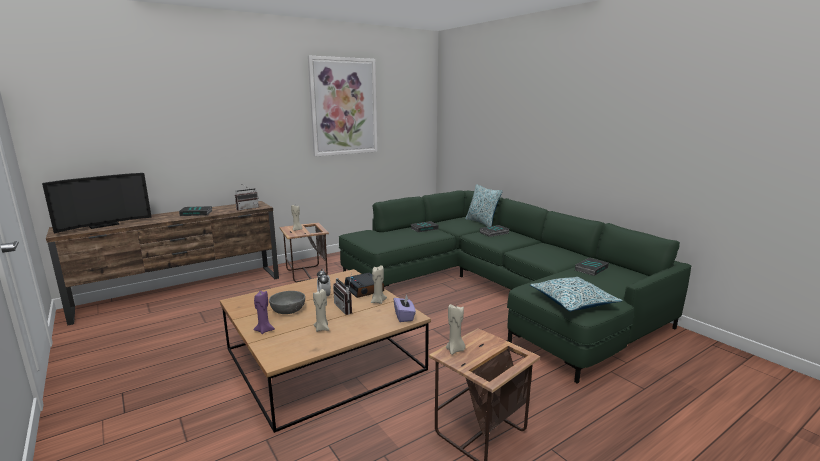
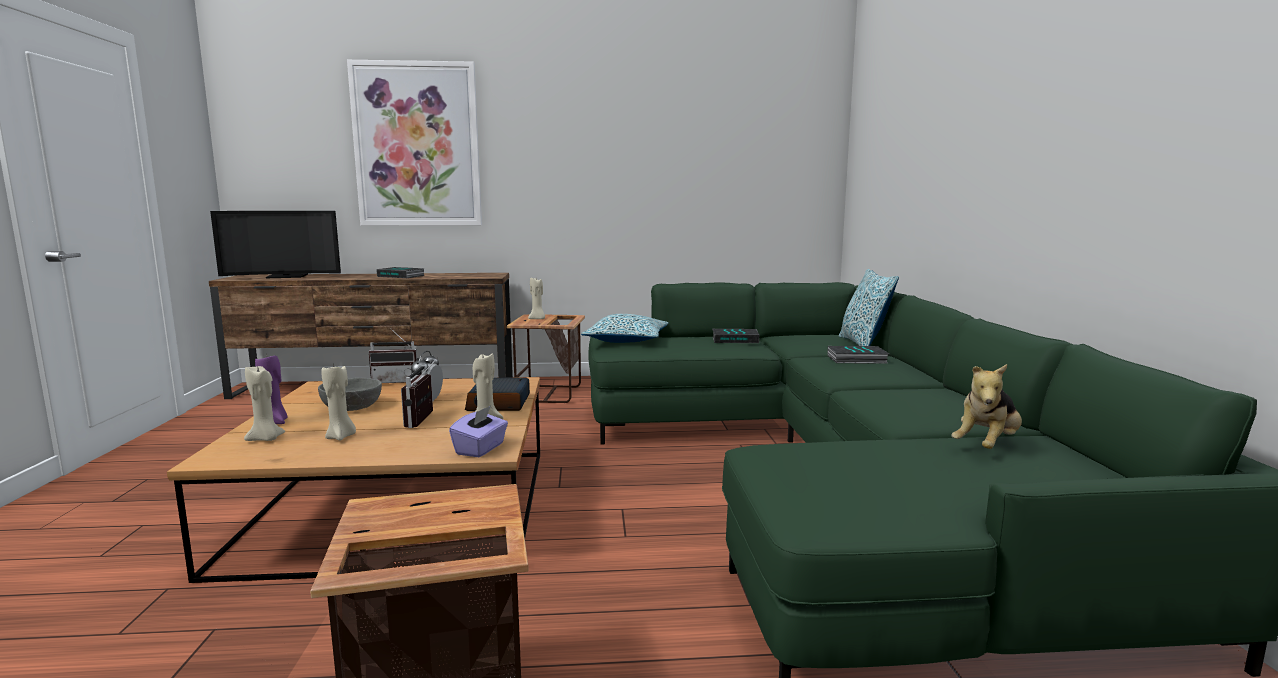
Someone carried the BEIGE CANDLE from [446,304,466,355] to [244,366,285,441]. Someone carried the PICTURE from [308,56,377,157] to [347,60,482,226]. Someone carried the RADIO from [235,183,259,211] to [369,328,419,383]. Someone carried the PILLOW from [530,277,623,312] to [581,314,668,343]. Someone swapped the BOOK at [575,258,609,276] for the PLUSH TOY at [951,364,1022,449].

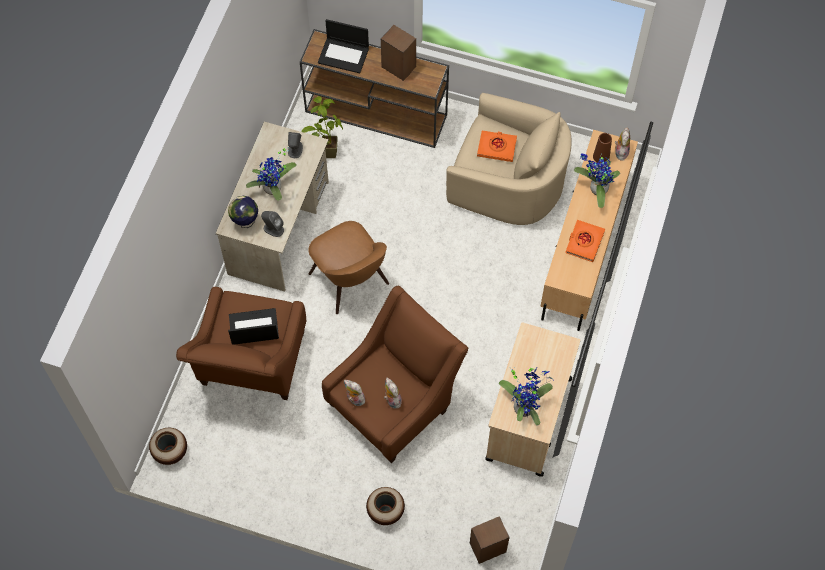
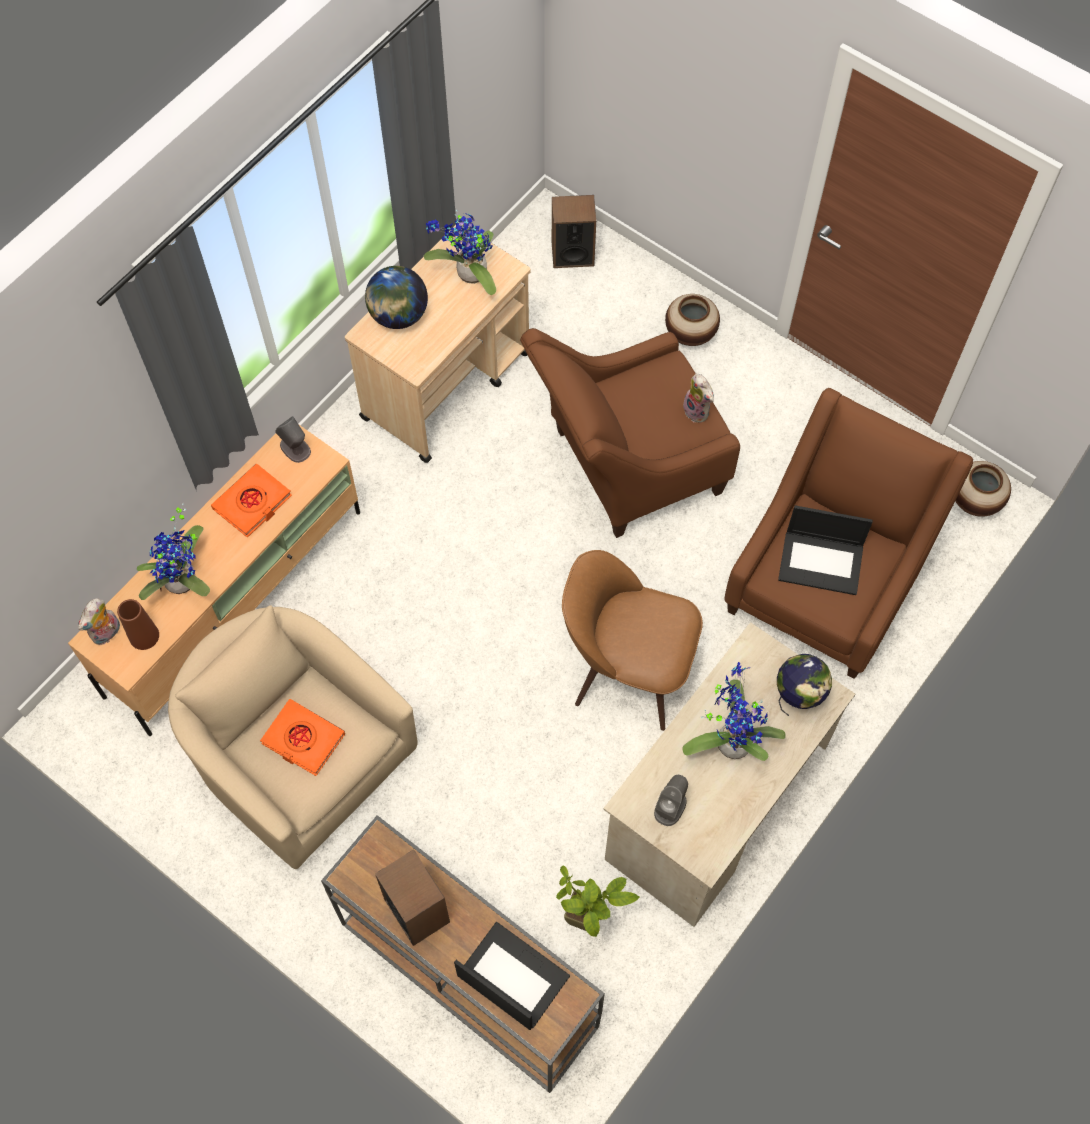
Someone carried the GREY SPEAKER from [261,211,284,237] to [275,416,311,463]. Someone put down the GLOBE at [365,266,428,329]. Someone rotated the BROWN CHAIR at [308,221,389,314] by 60 degrees counterclockwise. Someone took away the PLUSH TOY at [384,378,402,409].

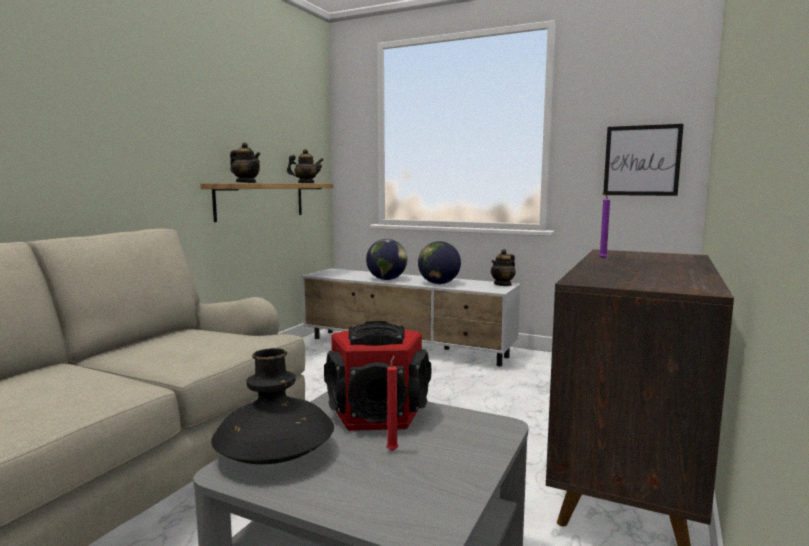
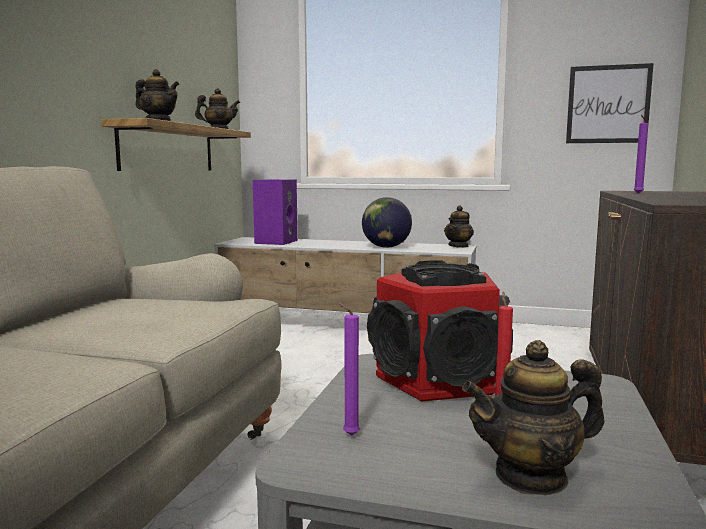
Someone put down the PURPLE SPEAKER at [253,179,298,245]. Someone swapped the BLACK VASE at [211,348,334,464] for the PURPLE CANDLE at [337,302,360,436]. Someone put down the TEAPOT at [462,340,604,495]. Someone took away the GLOBE at [366,239,407,280].

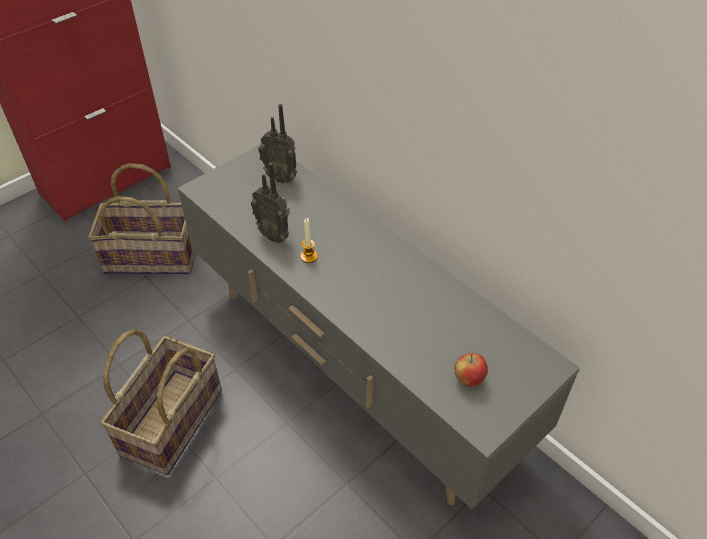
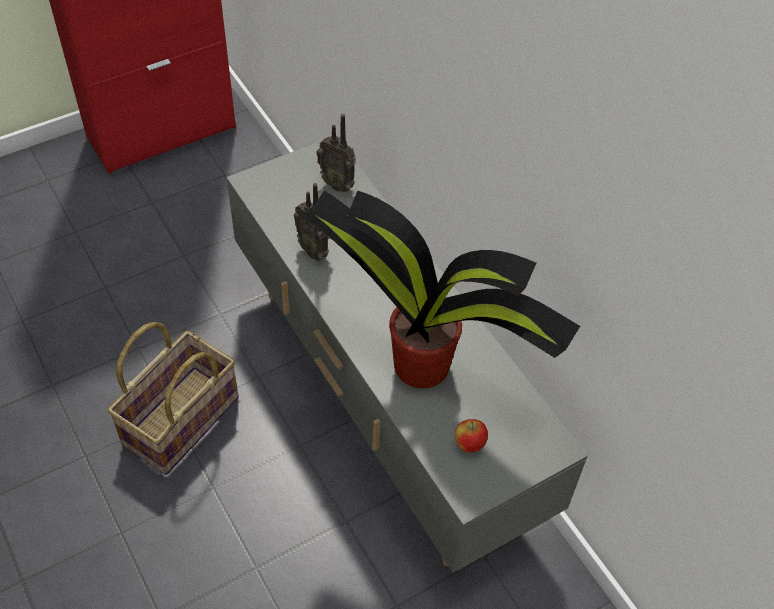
Someone put down the POTTED PLANT at [297,190,580,389]. Someone took away the BASKET at [88,163,195,274]. Someone took away the CANDLE at [300,218,318,263].

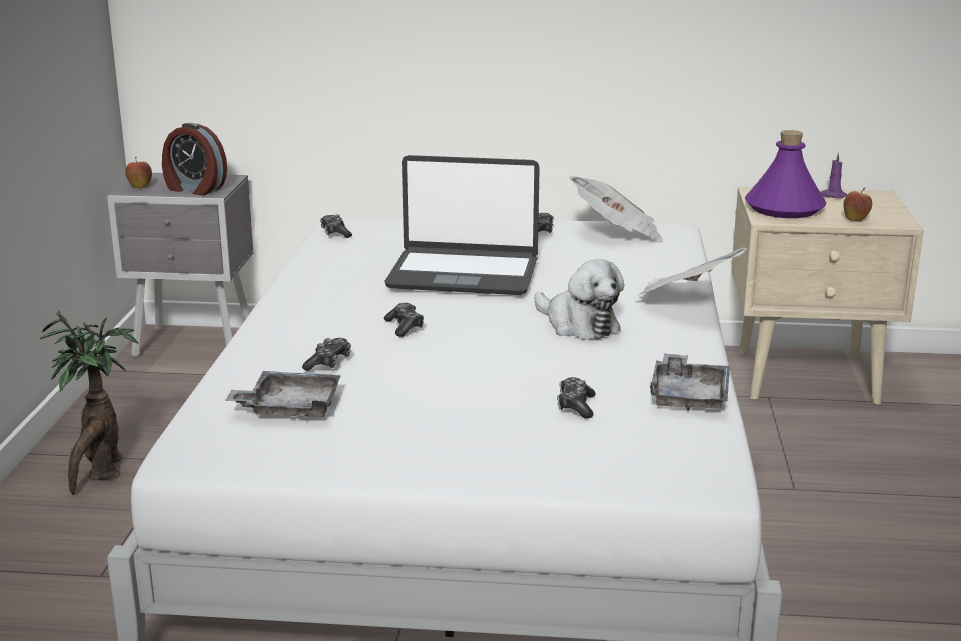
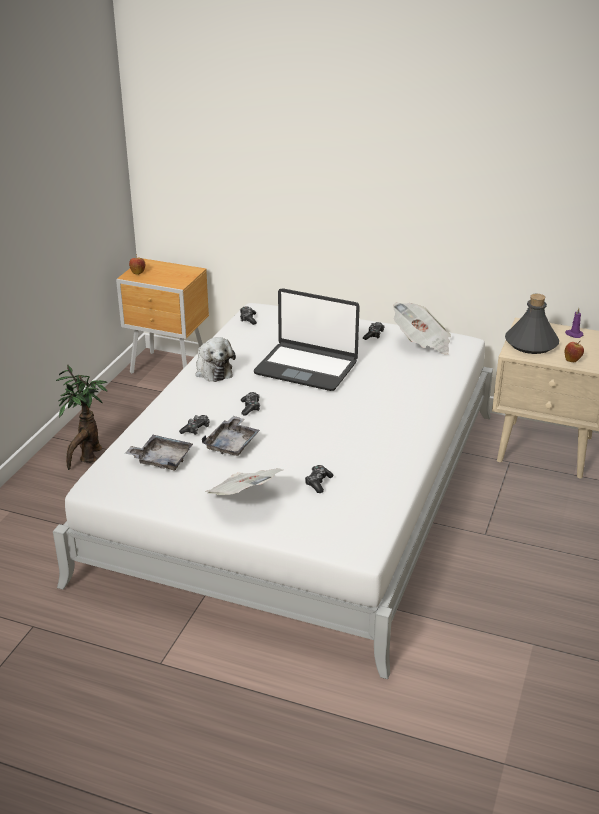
Someone repainted the GREY NIGHTSTAND at [107,173,254,357], which became the BROWN NIGHTSTAND at [116,258,209,374]. Someone carried the PLUSH TOY from [534,259,624,340] to [195,337,236,382]. Someone carried the GREY TRAY from [650,353,730,411] to [202,416,260,456]. Someone carried the NEWSPAPER from [637,246,747,296] to [205,468,284,495]. Someone repainted the PURPLE BOTTLE at [745,130,827,218], which became the GREY BOTTLE at [505,294,559,354]. Someone took away the ALARM CLOCK at [162,123,227,195].

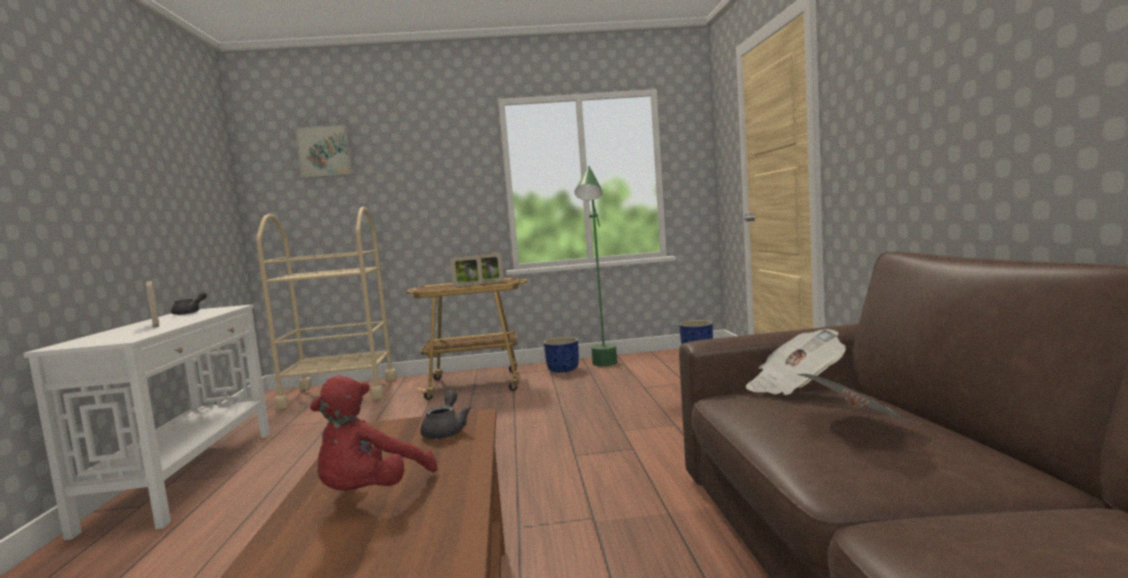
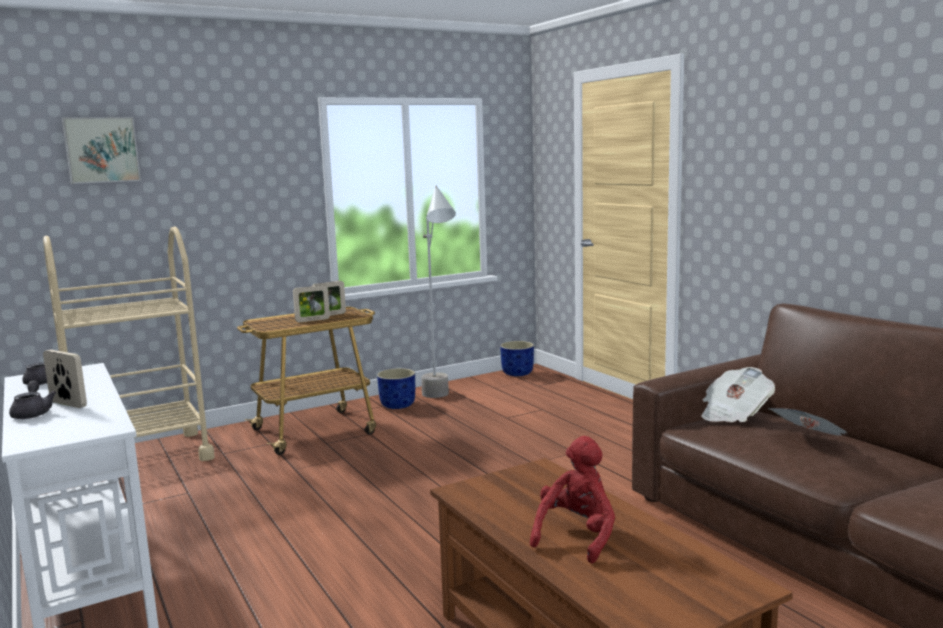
Someone carried the GREY TEAPOT from [420,390,471,439] to [9,381,57,419]. Someone repainted the GREEN FLOOR LAMP at [574,166,617,366], which became the GREY FLOOR LAMP at [421,186,456,398]. Someone rotated the RED PLUSH TOY at [310,376,437,491] by 150 degrees counterclockwise.

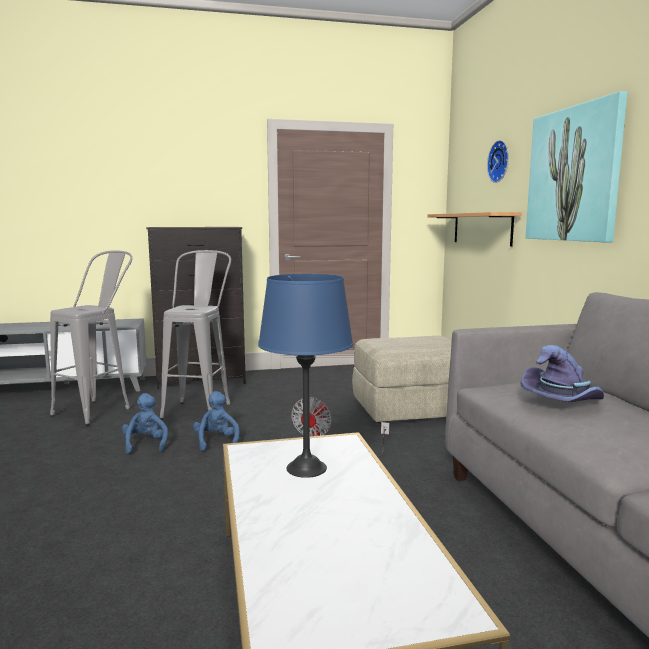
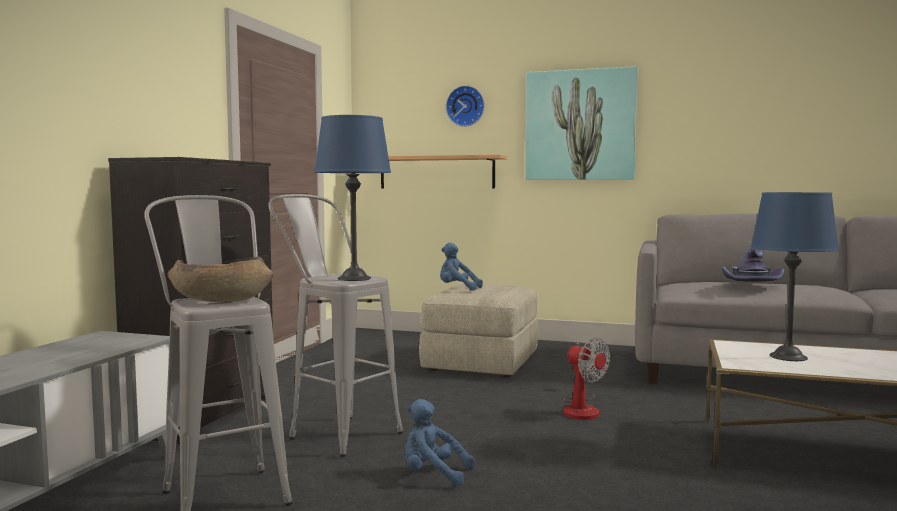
Someone put down the BROWN BOWL at [168,257,274,302]. Someone put down the BLUE TABLE LAMP at [314,115,391,281]. Someone carried the BLUE PLUSH TOY from [193,391,240,451] to [440,243,483,291].

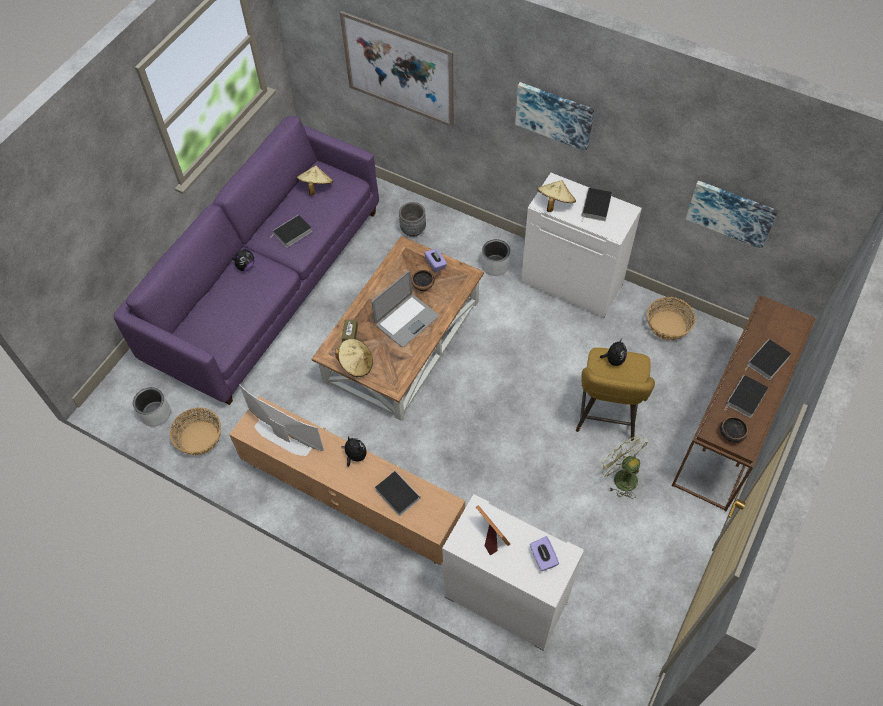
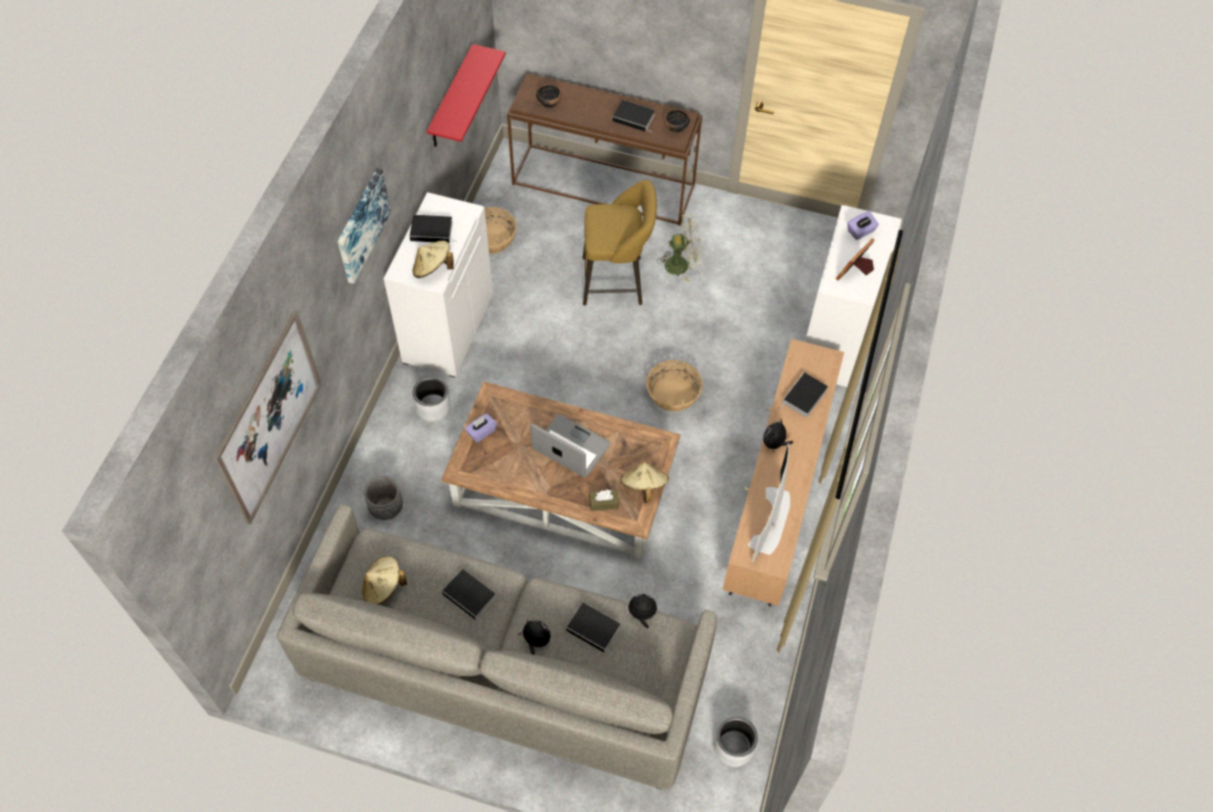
Someone repainted the PURPLE SOFA at [114,116,379,405], which became the GREY SOFA at [277,504,717,790]. Someone swapped the PICTURE at [686,181,778,249] for the RED SHELF at [426,44,506,147]. Someone carried the BOWL from [411,270,434,291] to [536,84,562,108]. Someone carried the BOOK from [744,339,791,380] to [566,603,620,655]. Someone carried the PLUSH TOY from [600,339,627,366] to [625,594,657,628]. Someone carried the BASKET from [170,408,221,455] to [646,360,703,412]. Someone rotated the GREEN FAN at [599,435,648,499] by 135 degrees counterclockwise.

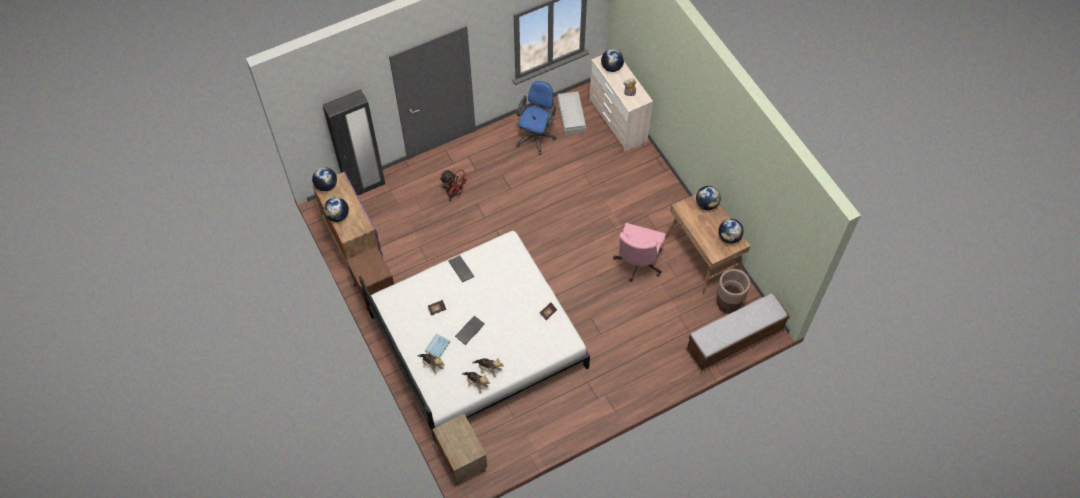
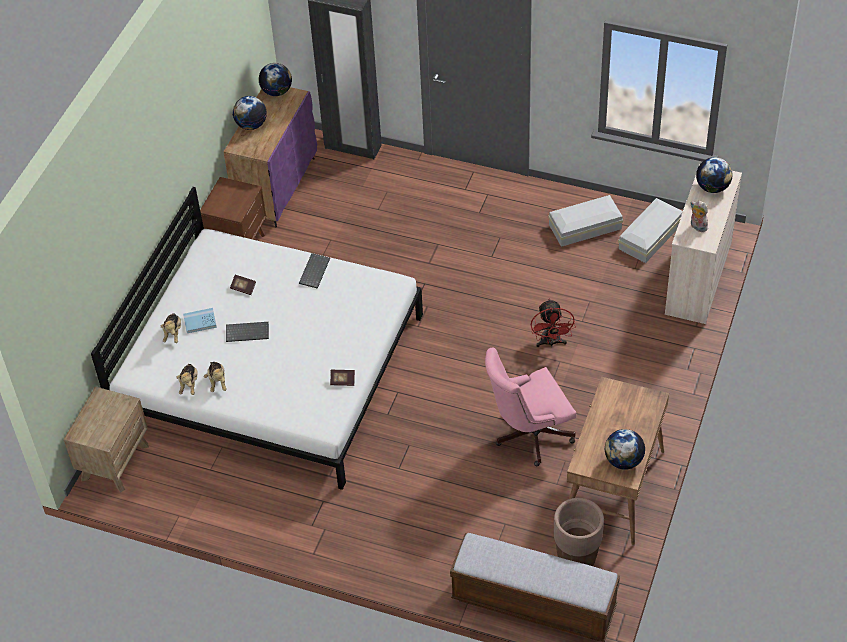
Someone carried the RED FAN from [440,170,469,201] to [531,299,576,347]. Someone swapped the BLUE OFFICE CHAIR at [516,81,556,155] for the WHITE STORAGE BOX at [548,195,623,247]. Someone took away the GLOBE at [696,186,721,210].

